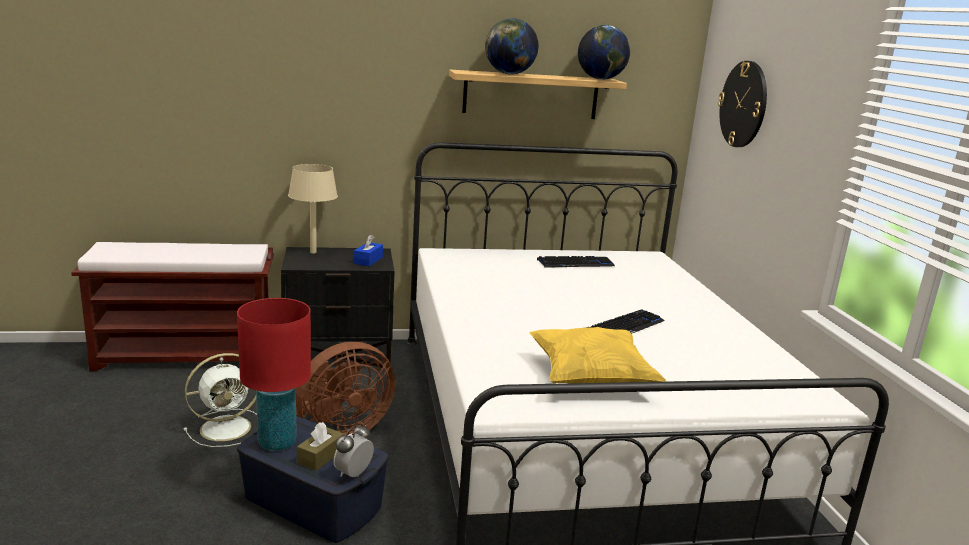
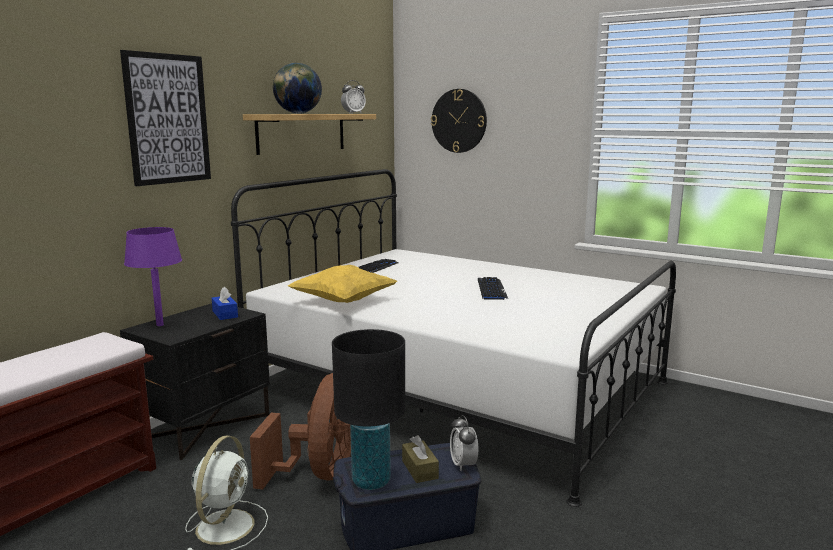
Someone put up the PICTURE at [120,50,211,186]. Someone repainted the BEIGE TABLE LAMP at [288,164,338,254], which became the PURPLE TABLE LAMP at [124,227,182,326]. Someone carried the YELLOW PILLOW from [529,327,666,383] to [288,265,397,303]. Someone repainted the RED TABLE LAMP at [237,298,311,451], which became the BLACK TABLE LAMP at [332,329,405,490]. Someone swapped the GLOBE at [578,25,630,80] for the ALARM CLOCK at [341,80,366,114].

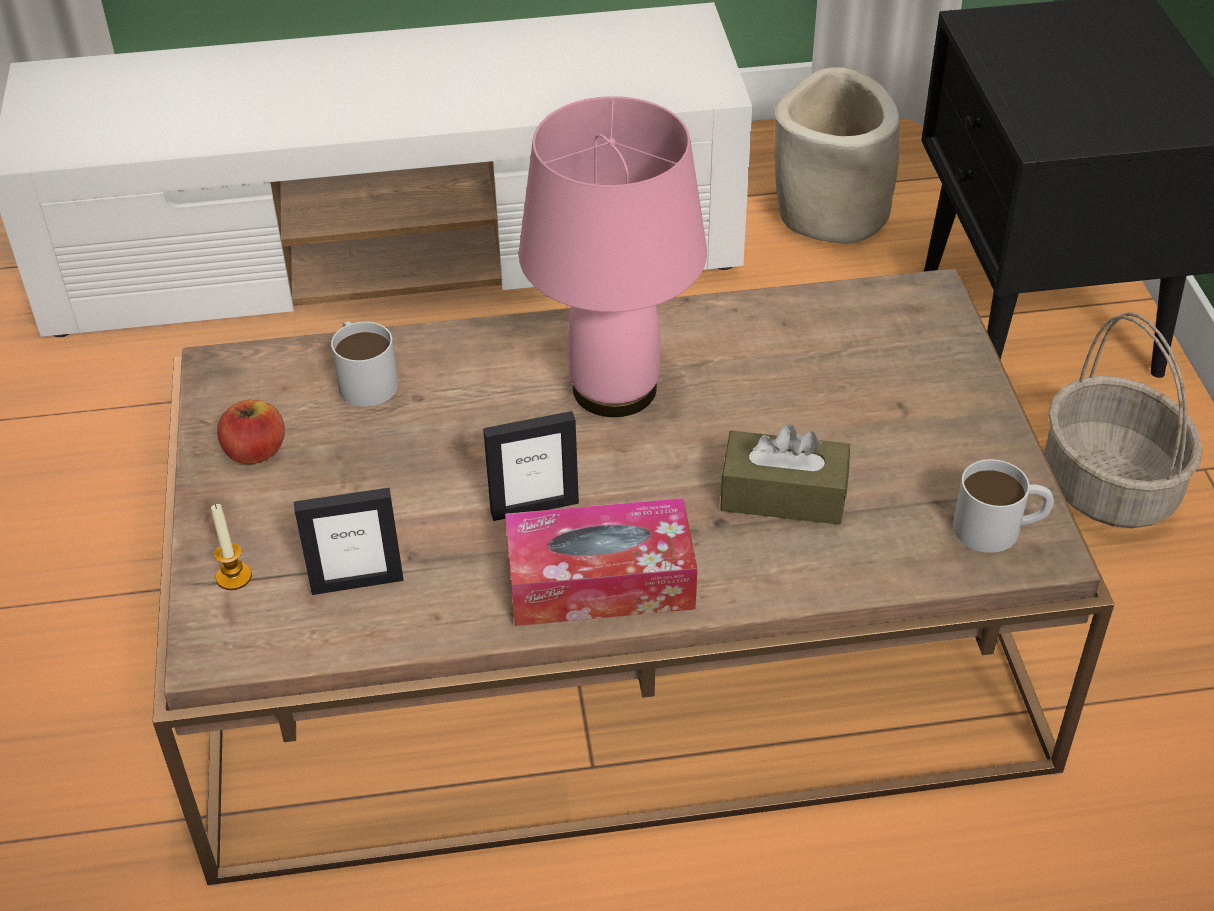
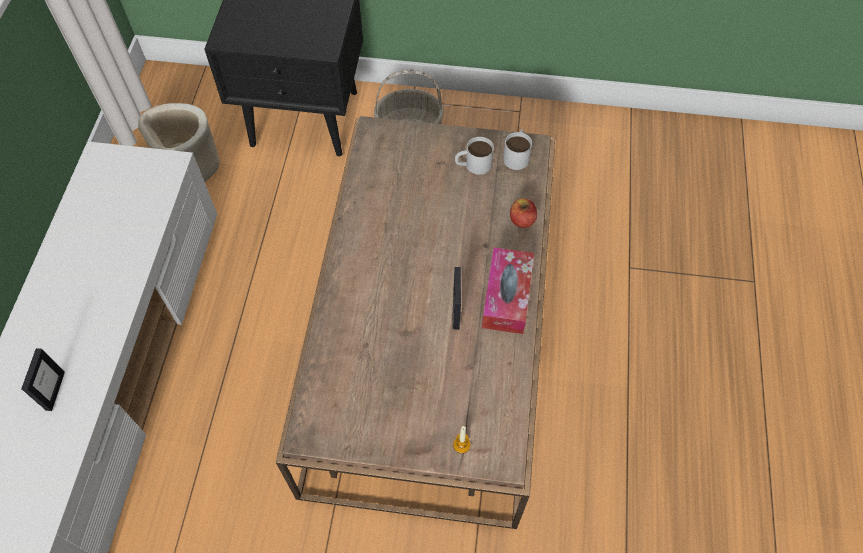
Someone carried the PICTURE FRAME from [294,488,404,595] to [21,348,65,411]. Someone carried the WHITE MUG from [331,321,398,406] to [455,137,494,175]. Someone carried the APPLE from [217,399,285,464] to [510,198,537,228]. Someone took away the PINK TABLE LAMP at [519,96,707,417]. Someone took away the BROWN TISSUE BOX at [720,424,850,525].

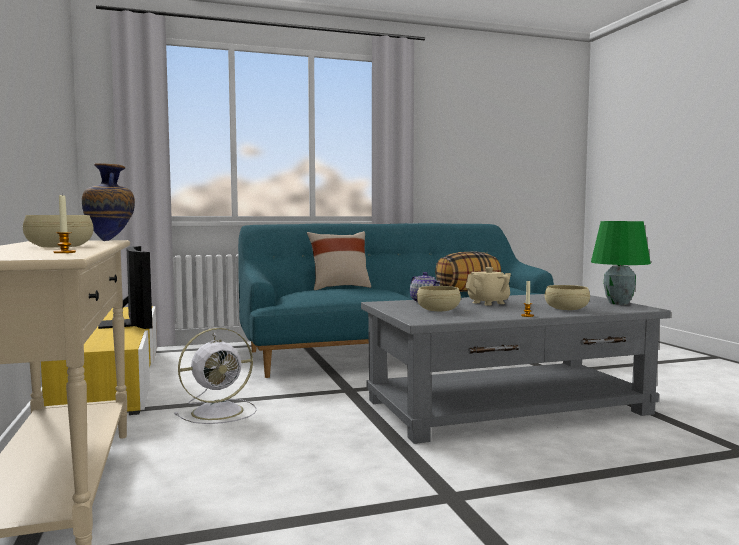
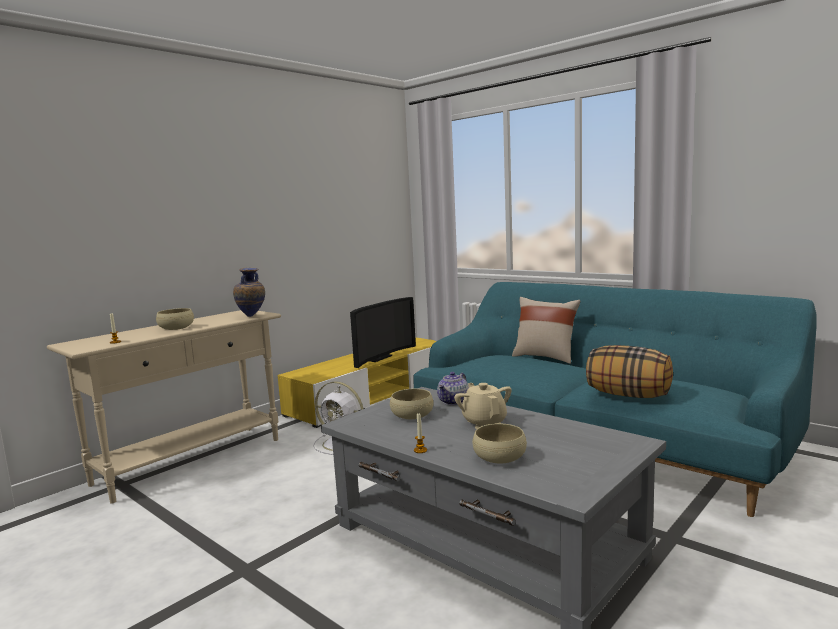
Someone rotated the BEIGE TEAPOT at [465,267,511,306] by 135 degrees counterclockwise. Someone took away the GREEN TABLE LAMP at [591,221,651,305].

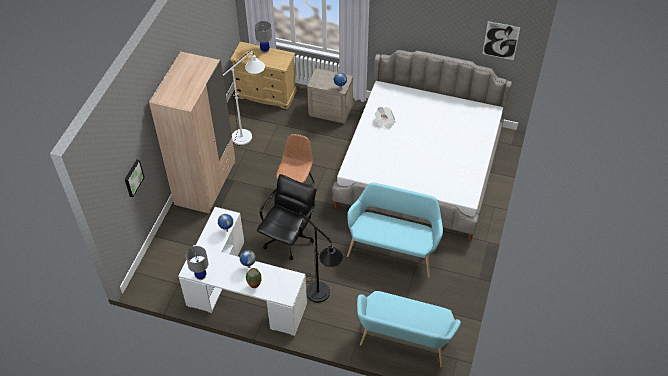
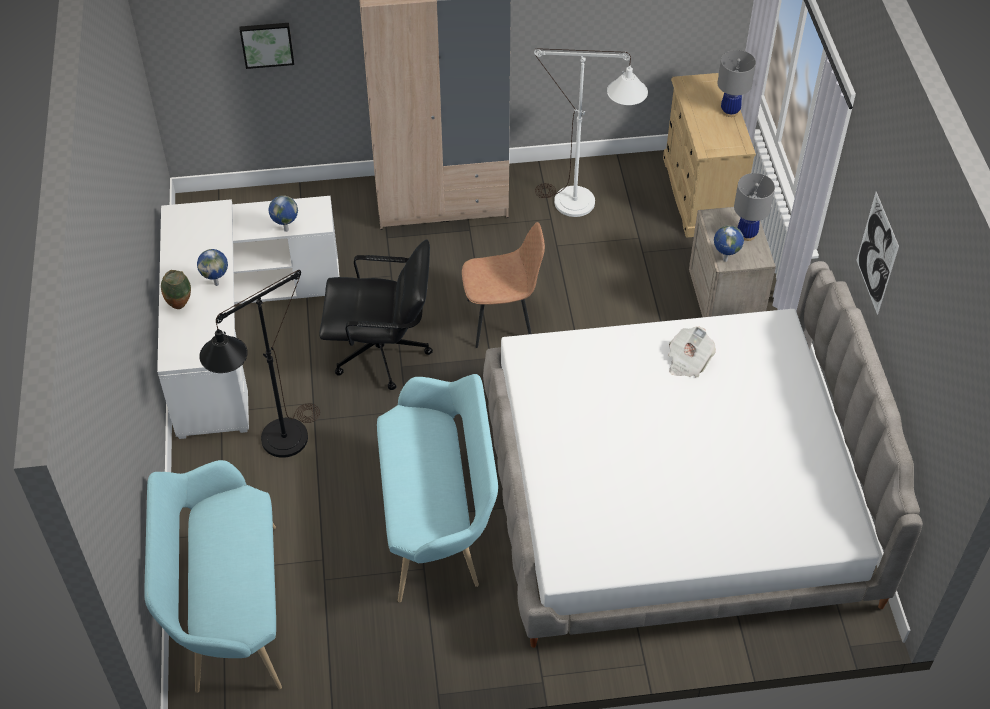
Someone carried the GREY TABLE LAMP from [186,246,208,280] to [734,173,775,241]. Someone carried the PICTURE from [482,21,520,60] to [856,192,899,315].

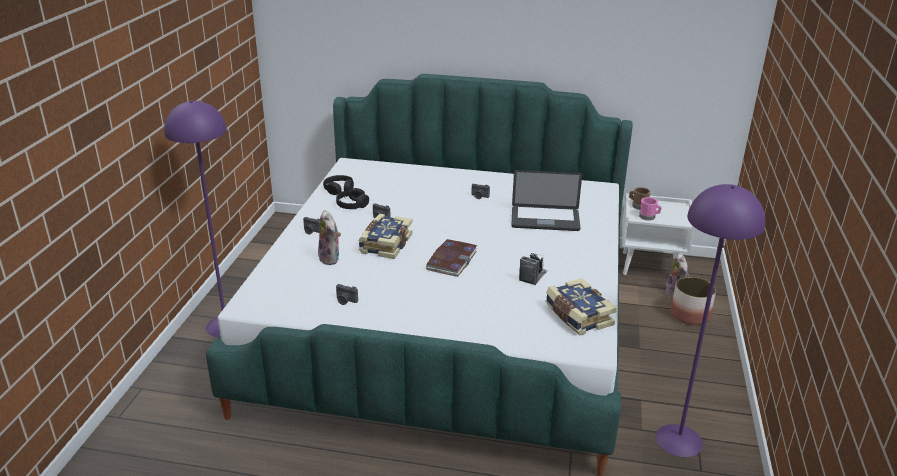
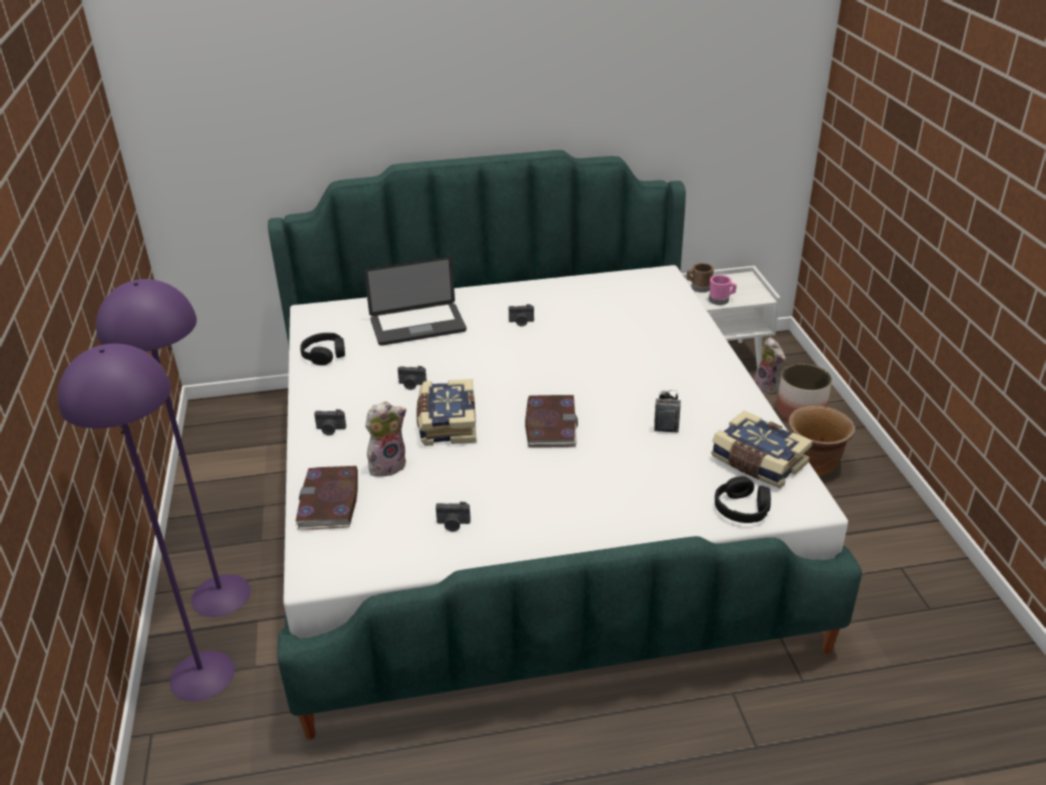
Someone carried the PURPLE FLOOR LAMP from [656,184,765,457] to [58,344,235,702]. Someone put down the BOOK at [295,466,358,530]. Someone carried the LAPTOP from [511,170,582,231] to [364,257,466,346]. Someone rotated the PLUSH TOY at [318,210,341,265] by 75 degrees counterclockwise. Someone carried the BLACK HEADPHONES from [336,188,369,209] to [715,476,771,523]. Someone put down the BROWN PLANTER at [788,405,855,476].

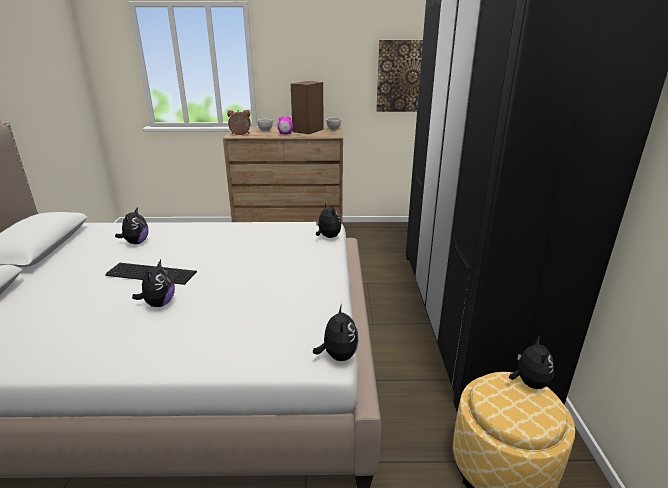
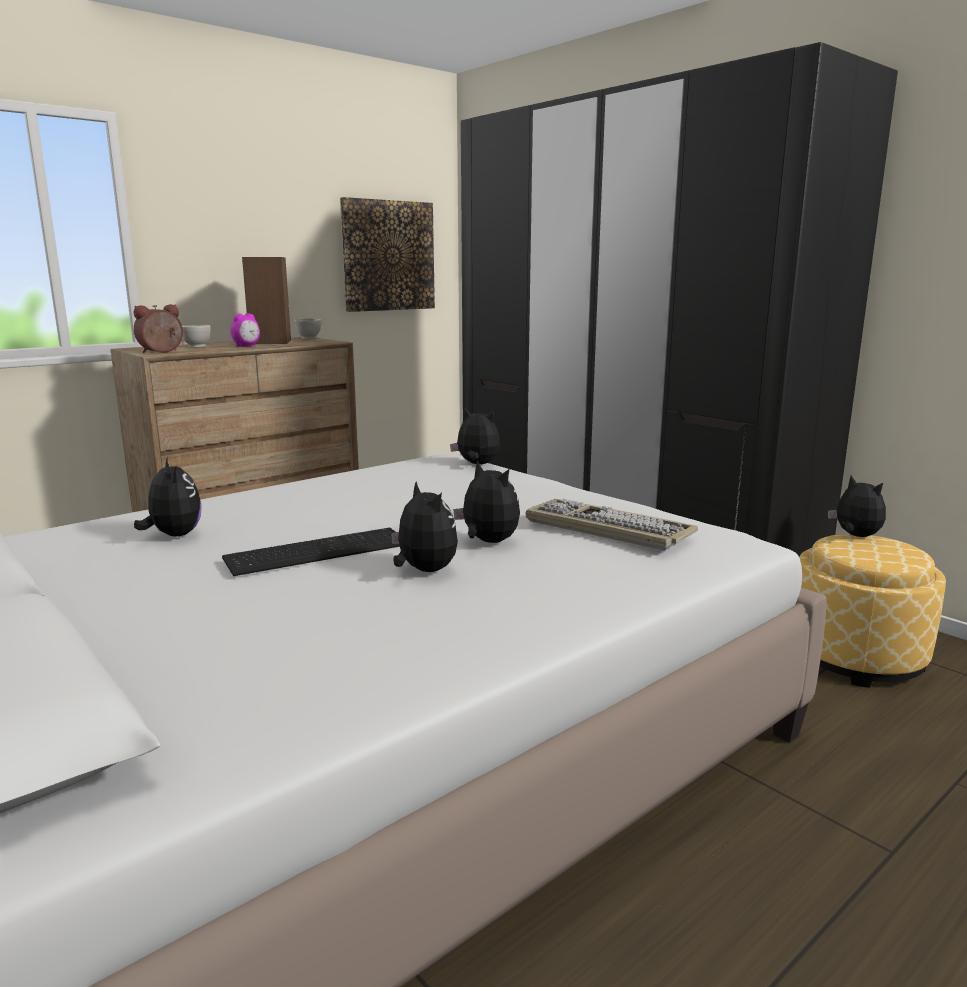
Someone carried the PLUSH TOY from [313,304,359,361] to [453,461,520,543]. Someone put down the KEYBOARD at [526,499,698,550].

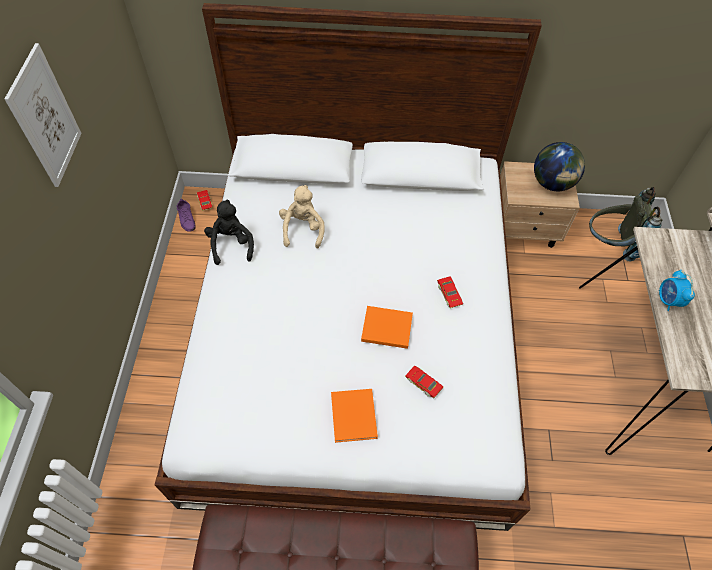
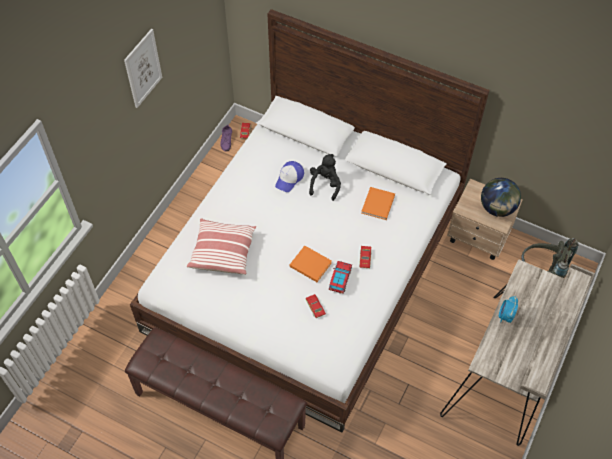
Someone put down the PILLOW at [187,218,256,275]. Someone swapped the BEIGE PLUSH TOY at [279,185,325,248] for the CAP at [275,161,304,192]. Someone carried the BLACK PLUSH TOY from [204,199,254,265] to [309,154,341,201]. Someone put down the TOY CAR at [329,261,352,294]. Someone carried the ORANGE BOOK from [331,389,378,443] to [362,187,395,220].

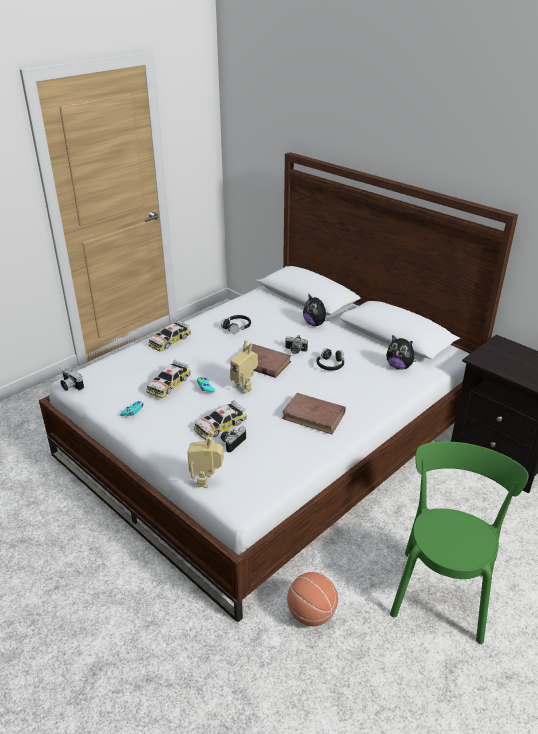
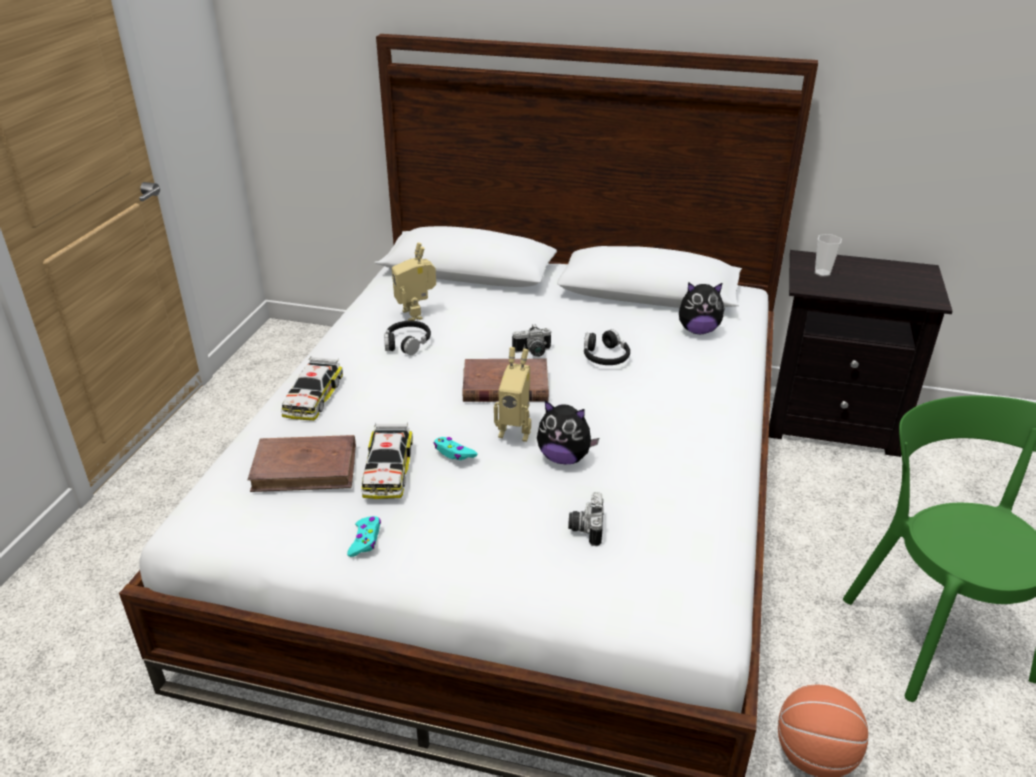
Someone carried the BROWN BOOK from [282,393,346,434] to [247,435,356,492]. Someone carried the TOY ROBOT from [187,431,224,488] to [392,242,436,321]. Someone carried the PLUSH TOY from [303,293,330,326] to [537,400,599,465]. Someone put down the CUP at [815,234,842,277]. Someone took away the PHOTO CAMERA at [61,367,84,391]. Someone took away the TOY CAR at [194,400,247,440].

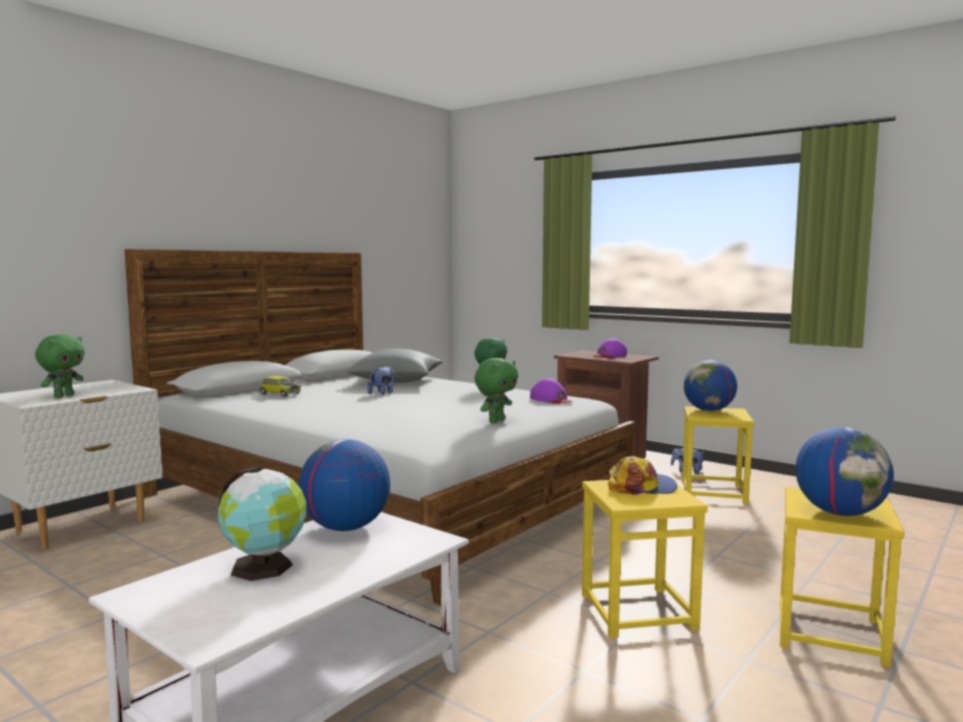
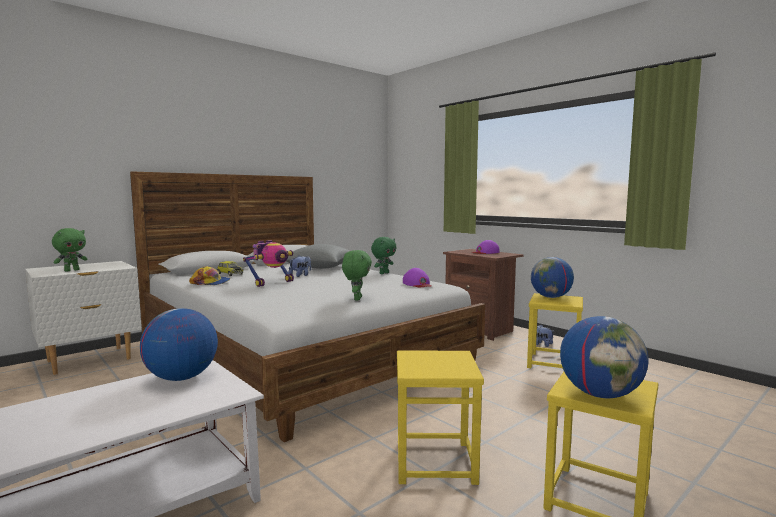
Someone carried the CAP from [608,456,677,495] to [189,266,230,285]. Someone put down the TOY ROBOT at [243,240,294,287]. Someone rotated the GREEN PLUSH TOY at [475,358,518,423] by 45 degrees counterclockwise. Someone took away the GLOBE at [218,466,306,581].

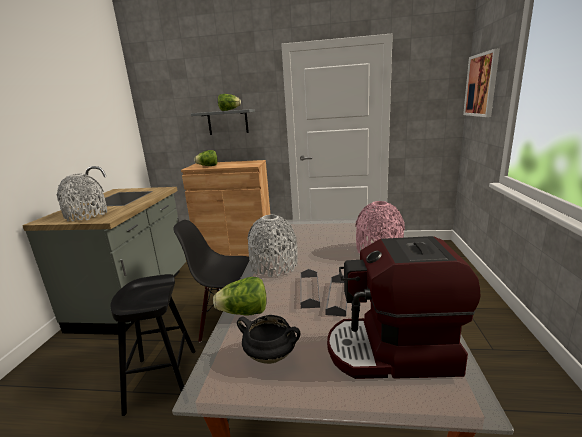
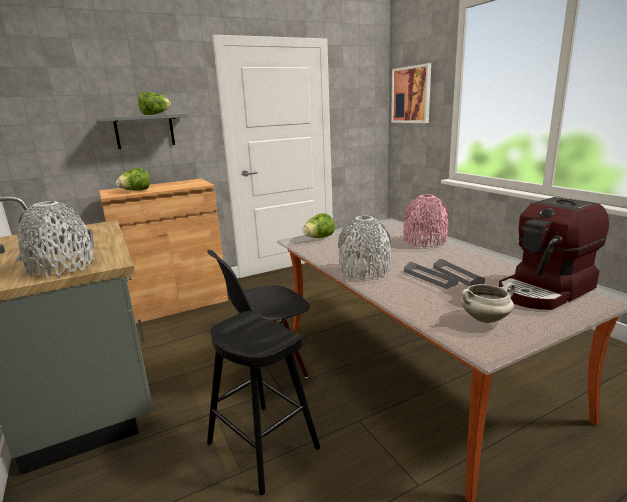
Someone carried the LETTUCE from [213,277,267,316] to [303,213,335,238]. Someone repainted the BLACK COOKING POT at [237,315,300,364], which became the WHITE COOKING POT at [461,283,515,323].

